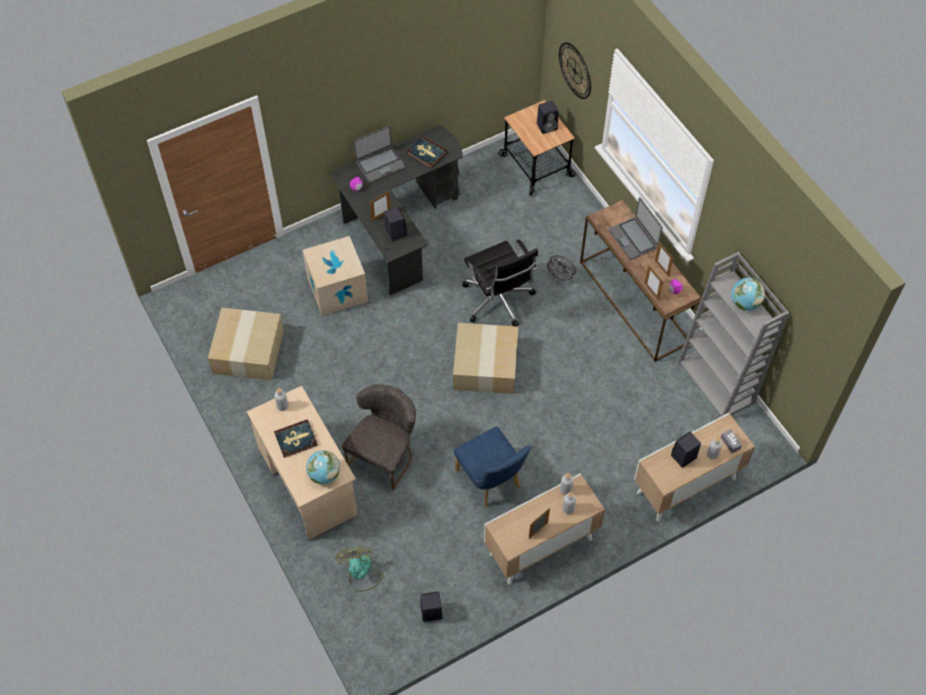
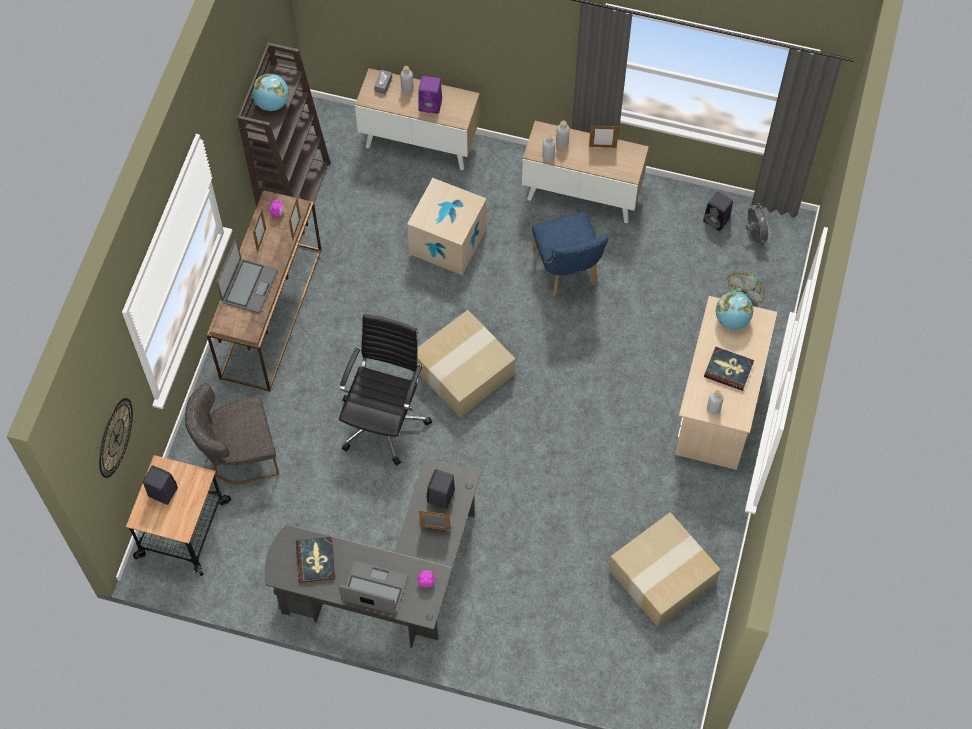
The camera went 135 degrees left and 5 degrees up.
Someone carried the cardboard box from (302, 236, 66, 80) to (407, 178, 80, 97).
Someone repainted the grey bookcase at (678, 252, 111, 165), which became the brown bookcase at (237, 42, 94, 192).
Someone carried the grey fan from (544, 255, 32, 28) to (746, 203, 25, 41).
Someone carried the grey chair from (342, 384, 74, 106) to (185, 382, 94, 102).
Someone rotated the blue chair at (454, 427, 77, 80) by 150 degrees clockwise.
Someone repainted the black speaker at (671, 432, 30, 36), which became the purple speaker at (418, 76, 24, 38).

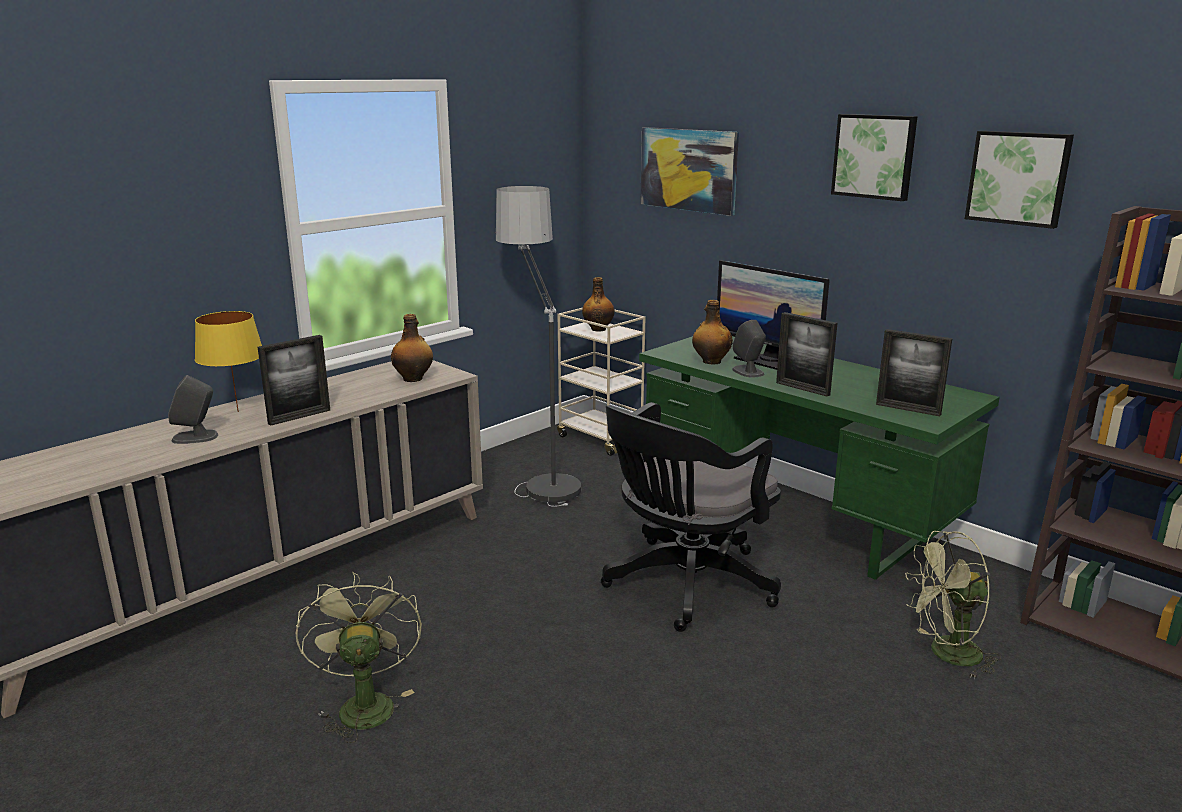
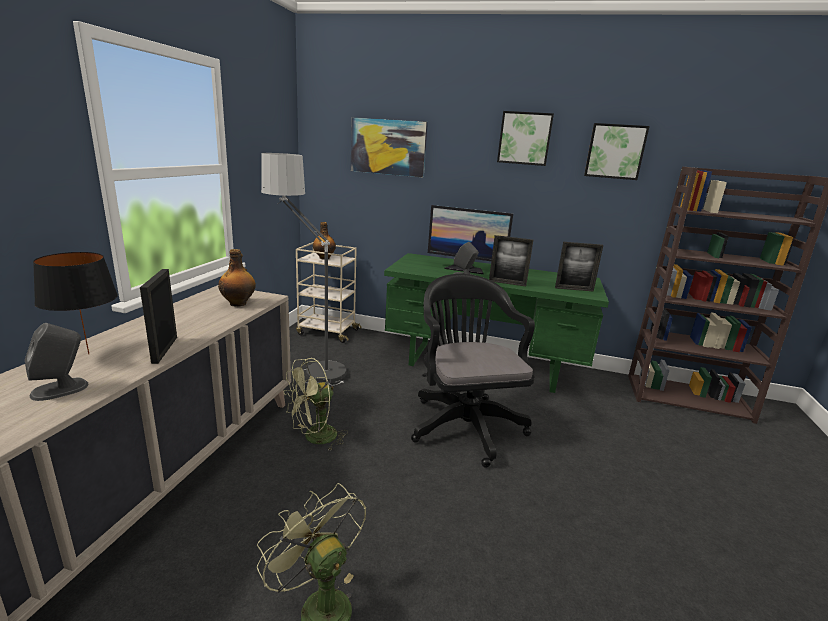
The camera went 30 degrees left and 0 degrees up.
Someone took away the bottle at (692, 300, 41, 65).
Someone repainted the yellow table lamp at (195, 311, 67, 101), which became the black table lamp at (33, 252, 85, 102).
Someone rotated the picture frame at (258, 335, 72, 91) by 150 degrees clockwise.
Someone rotated the black office chair at (601, 402, 180, 230) by 150 degrees clockwise.
Someone carried the green fan from (905, 531, 96, 148) to (283, 358, 65, 93).

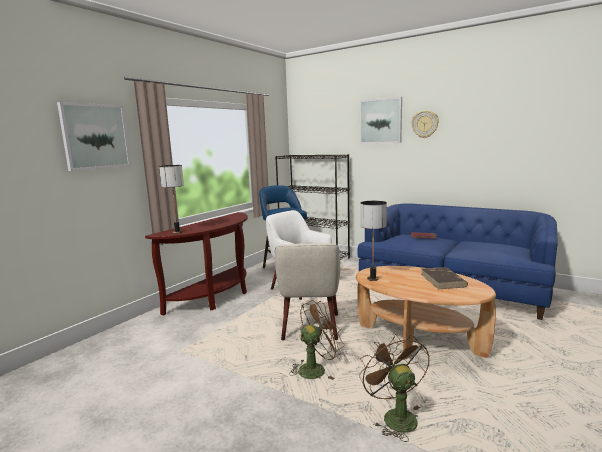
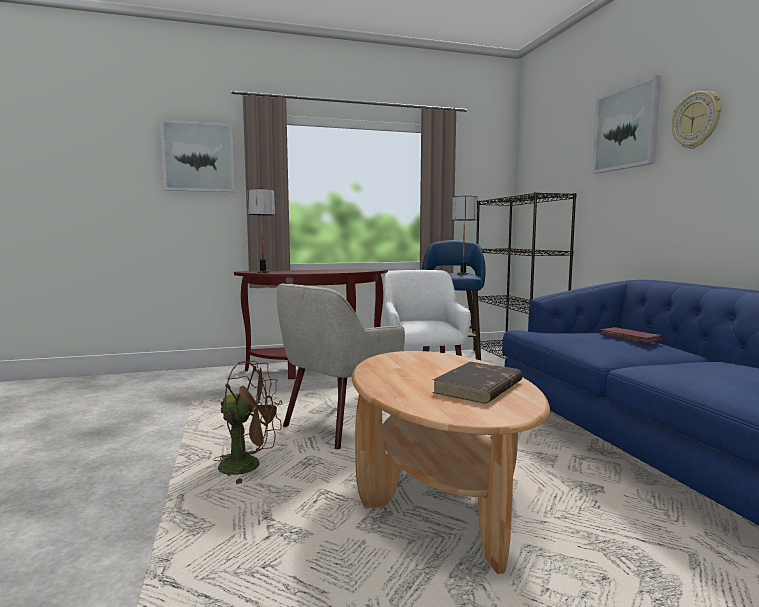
The camera went 40 degrees right and 5 degrees down.
Someone carried the table lamp from (360, 201, 27, 80) to (452, 196, 25, 78).
Someone took away the brown fan at (359, 333, 71, 109).

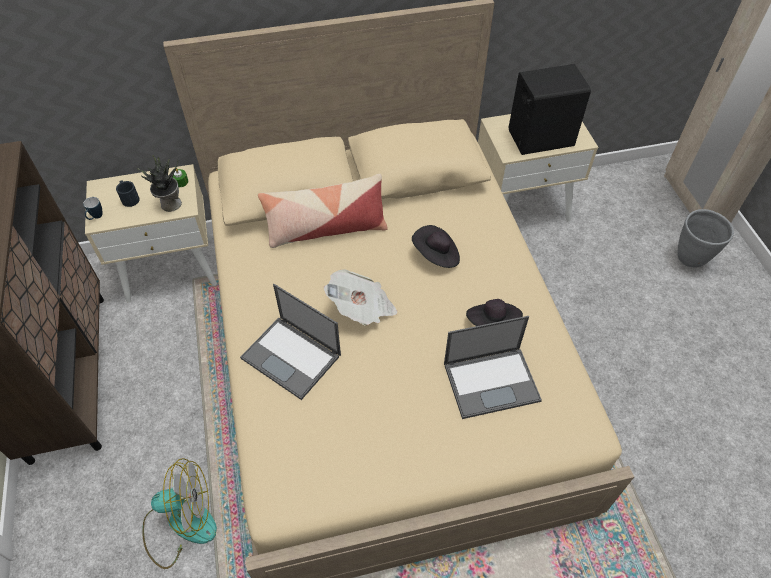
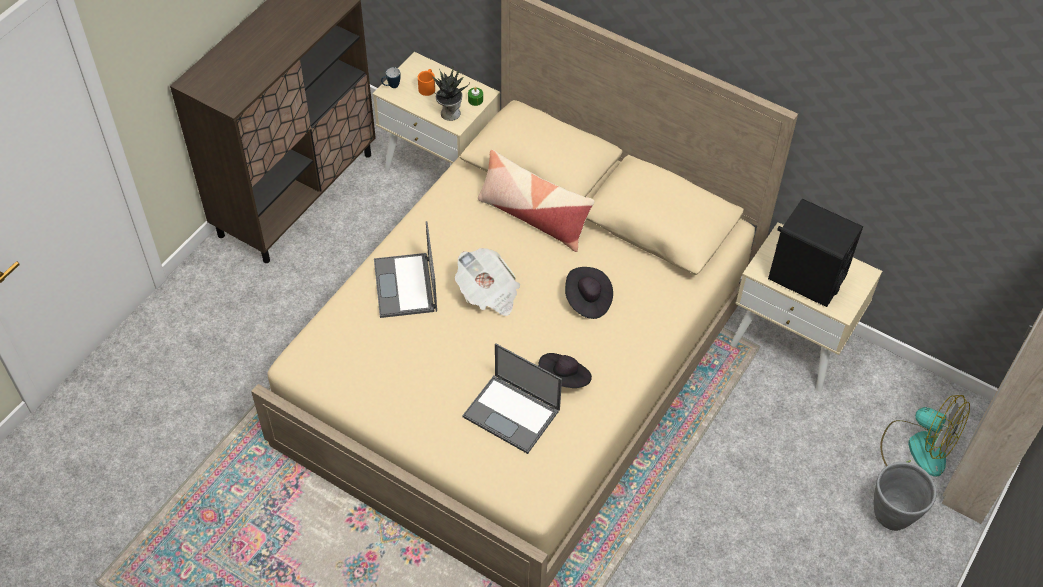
The camera went 45 degrees right and 0 degrees up.
Someone repainted the black mug at (116, 180, 24, 27), which became the orange mug at (418, 69, 17, 27).
Someone carried the fan from (142, 458, 75, 111) to (880, 395, 90, 82).

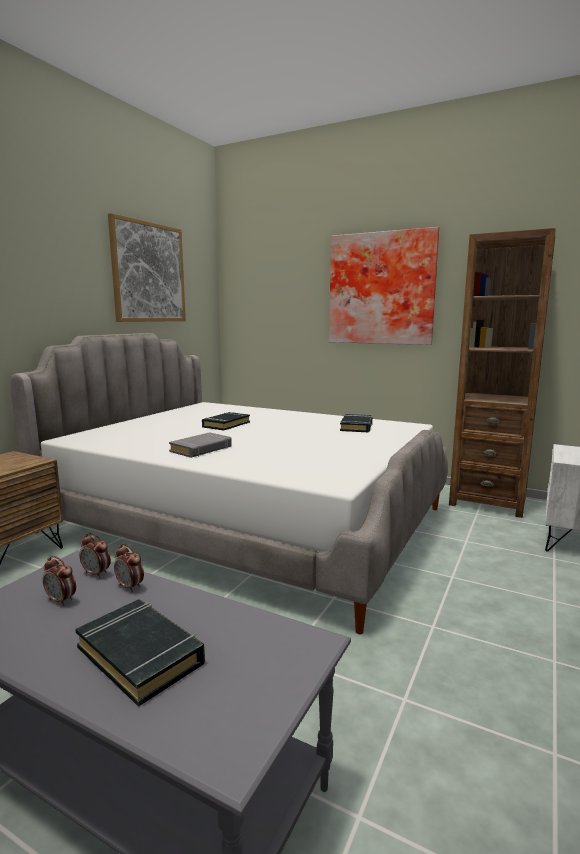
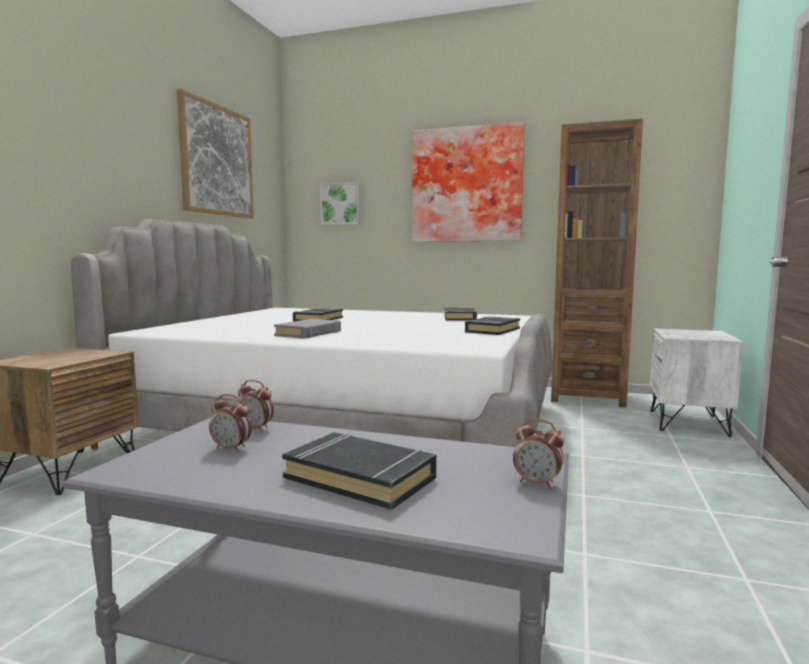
The camera went 10 degrees left and 5 degrees down.
Someone carried the alarm clock from (114, 544, 30, 48) to (513, 419, 51, 70).
Someone put up the picture at (320, 182, 40, 43).
Someone put down the black book at (465, 316, 55, 19).

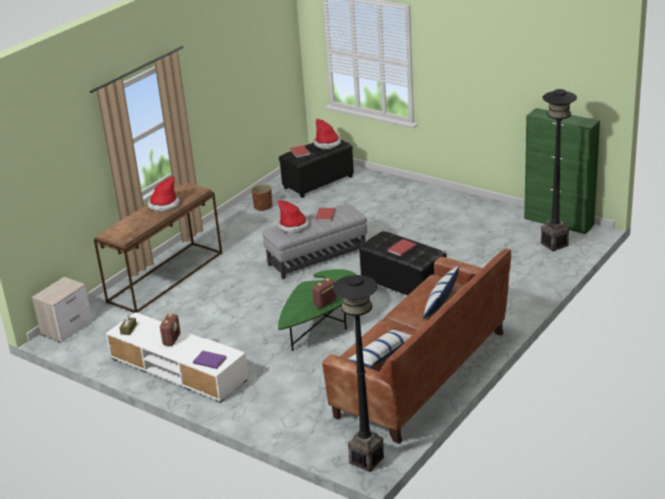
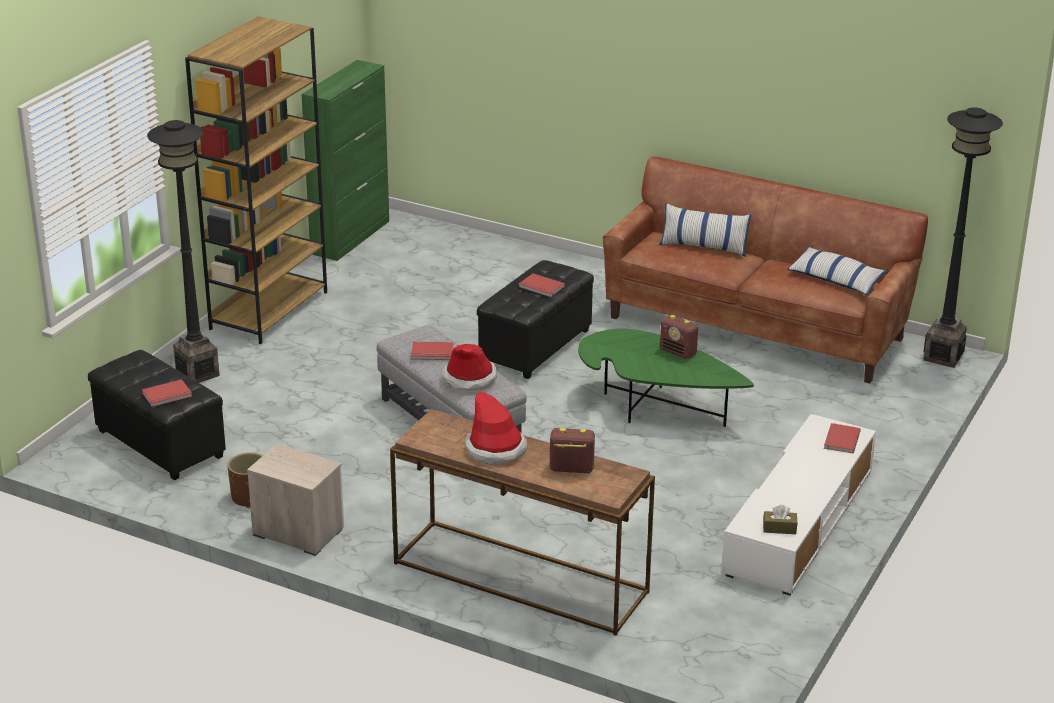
The camera went 100 degrees left and 0 degrees up.
Someone carried the black floor lamp from (541, 89, 36, 162) to (147, 120, 73, 263).
Someone took away the hat at (313, 119, 28, 30).
Someone carried the nightstand from (32, 277, 60, 66) to (247, 444, 97, 112).
Someone carried the radio from (159, 314, 22, 32) to (550, 428, 45, 45).
Someone repainted the purple book at (193, 351, 34, 18), which became the red book at (824, 423, 37, 30).
Someone put down the brown bookcase at (185, 16, 142, 328).

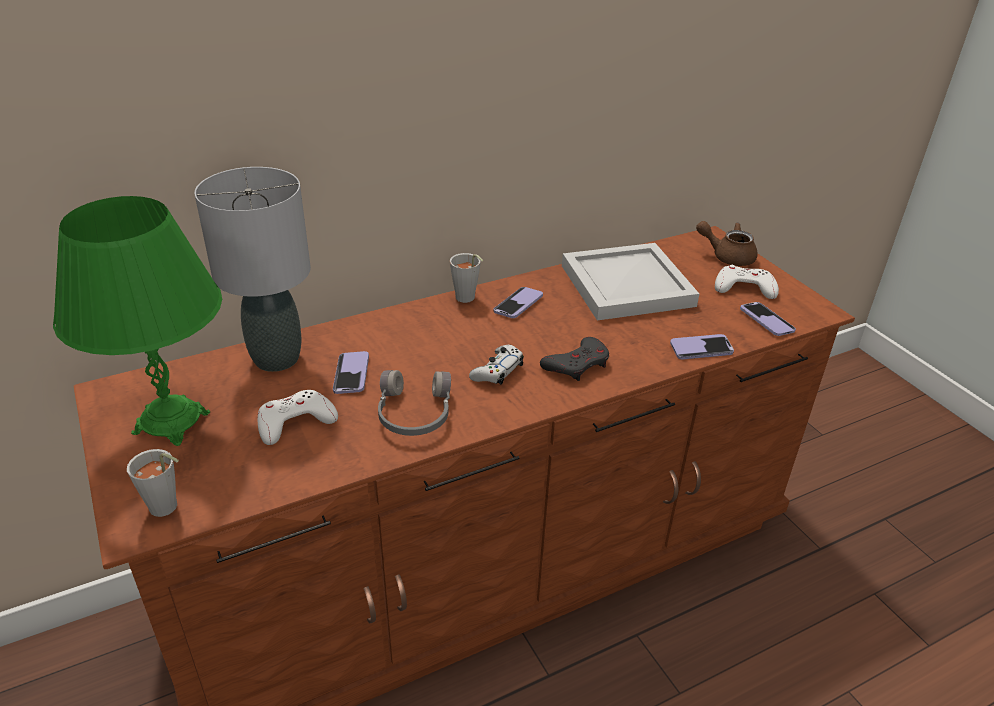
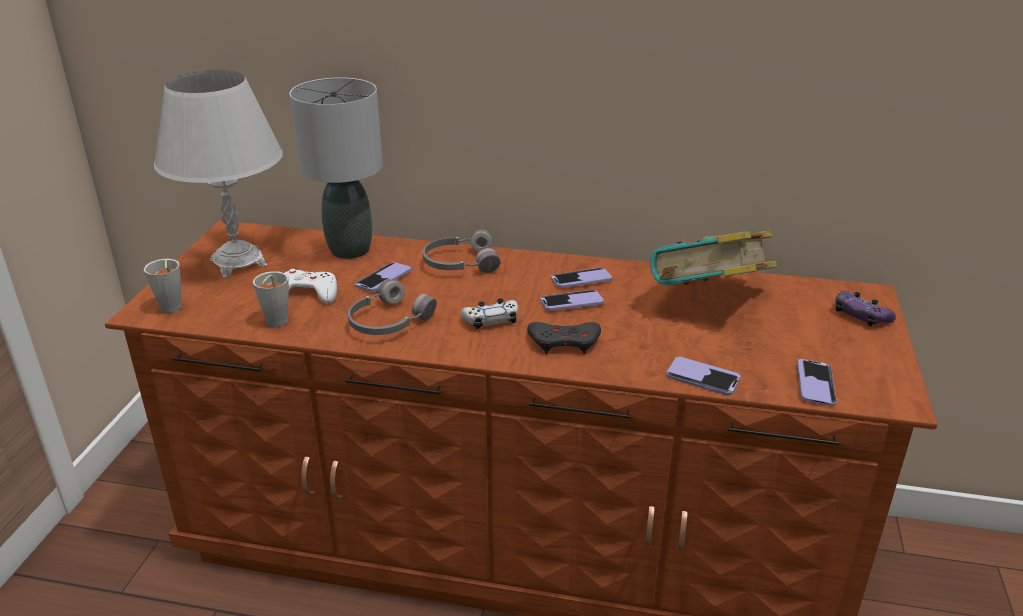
The camera went 40 degrees right and 5 degrees down.
Someone repainted the green table lamp at (53, 196, 169, 250), which became the white table lamp at (154, 70, 129, 208).
Someone swapped the brown teapot at (696, 221, 62, 45) for the purple game controller at (835, 291, 61, 36).
Someone swapped the white tray at (562, 243, 137, 78) for the book at (650, 231, 127, 55).
Someone carried the grey cup from (450, 253, 33, 50) to (253, 271, 36, 56).
Someone took away the white game controller at (715, 265, 64, 34).
Someone put down the grey headphones at (423, 229, 78, 44).
Someone put down the phone at (540, 290, 64, 21).

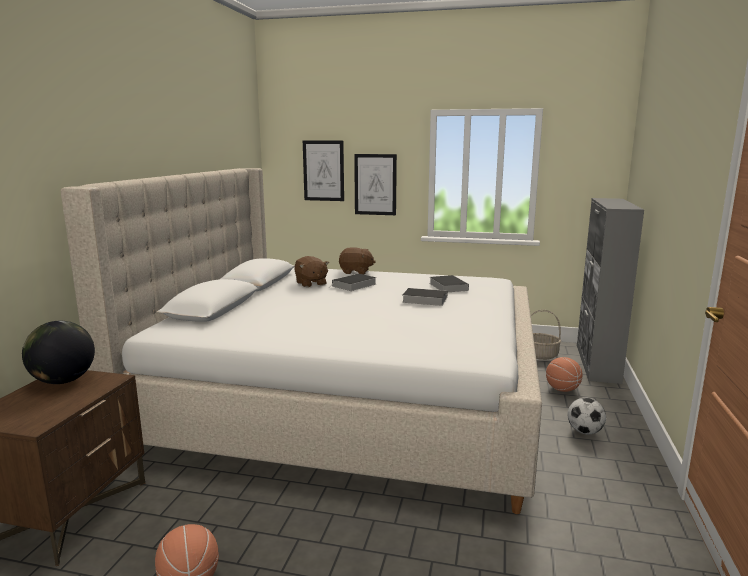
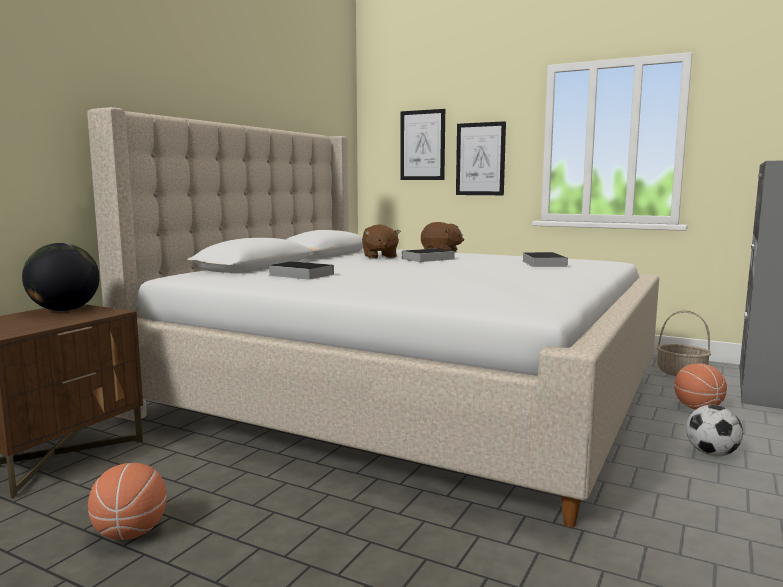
The camera went 15 degrees right and 5 degrees down.
Someone carried the book from (401, 288, 47, 18) to (268, 261, 66, 19).

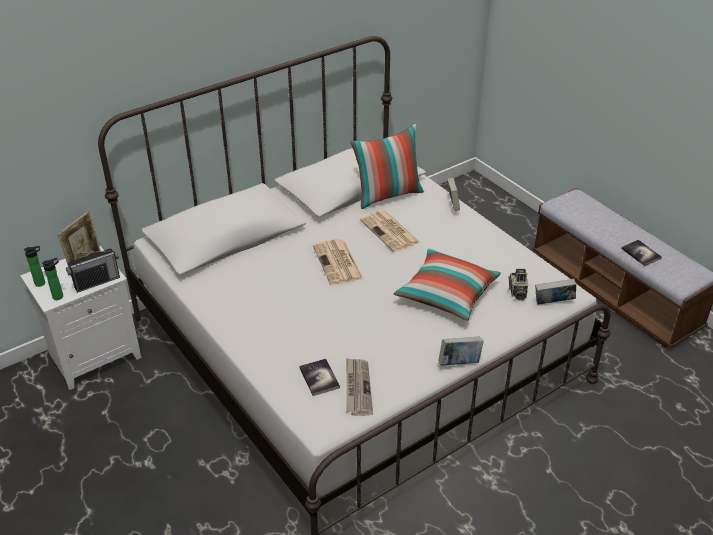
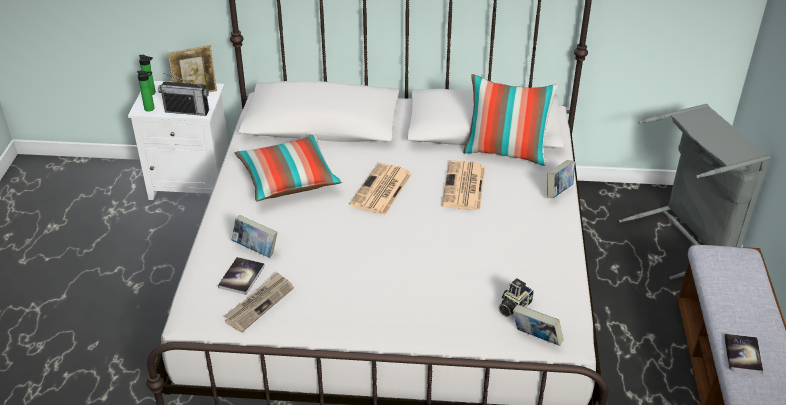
The camera went 40 degrees right and 0 degrees up.
Someone carried the pillow from (394, 248, 107, 73) to (235, 134, 107, 68).
Someone carried the book from (438, 337, 46, 29) to (232, 215, 46, 43).
Someone put down the grey laundry basket at (618, 104, 152, 176).

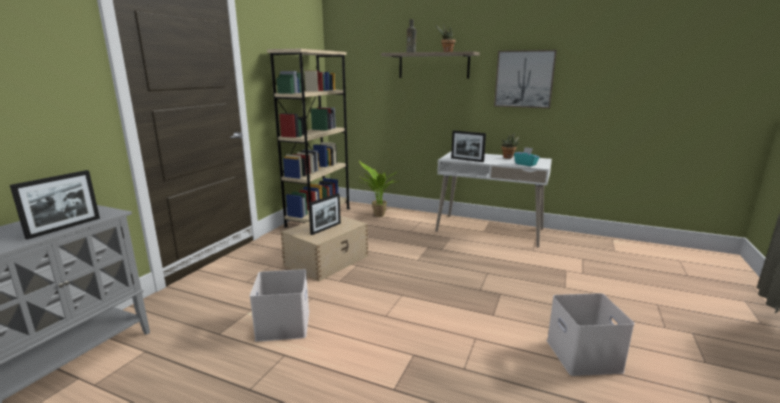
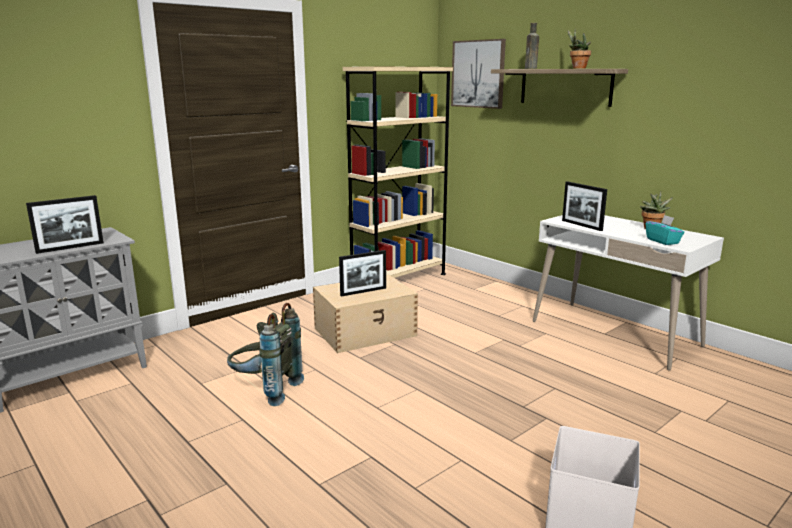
The camera went 25 degrees right and 0 degrees up.
Someone carried the picture from (494, 50, 63, 58) to (451, 39, 55, 70).
Someone took away the potted plant at (358, 161, 42, 56).
Someone swapped the white storage box at (250, 269, 59, 73) for the grey backpack at (227, 303, 77, 103).

